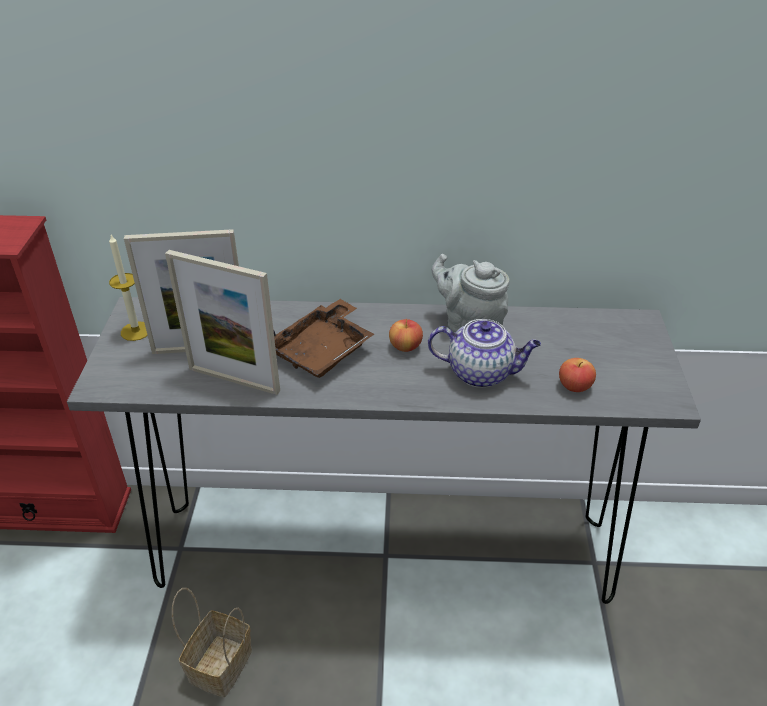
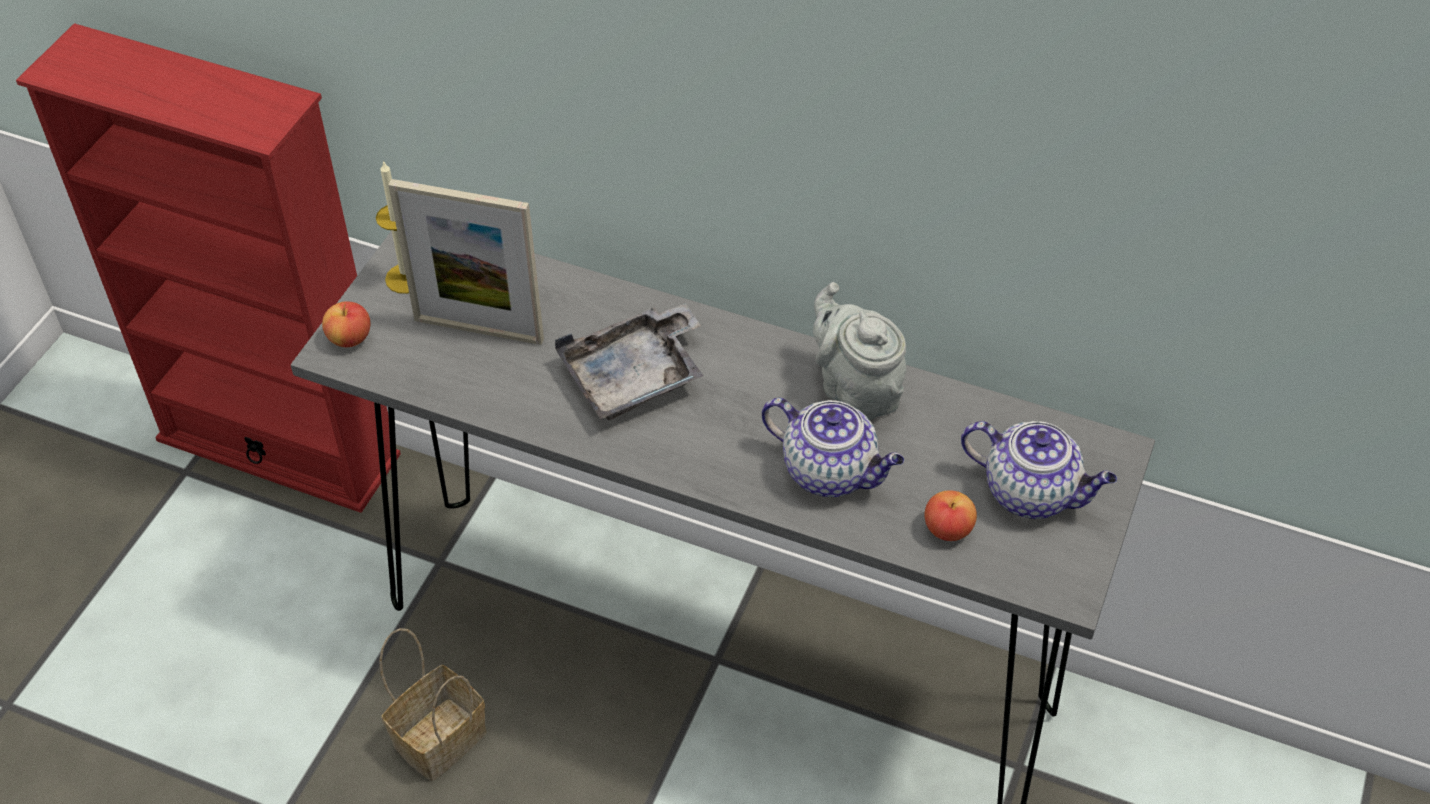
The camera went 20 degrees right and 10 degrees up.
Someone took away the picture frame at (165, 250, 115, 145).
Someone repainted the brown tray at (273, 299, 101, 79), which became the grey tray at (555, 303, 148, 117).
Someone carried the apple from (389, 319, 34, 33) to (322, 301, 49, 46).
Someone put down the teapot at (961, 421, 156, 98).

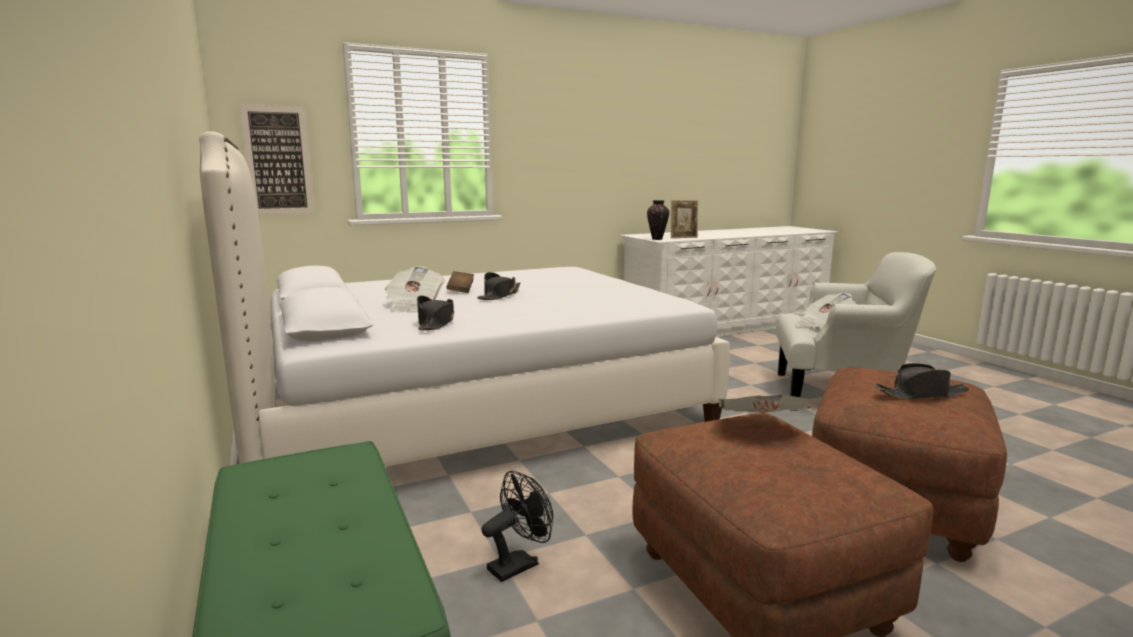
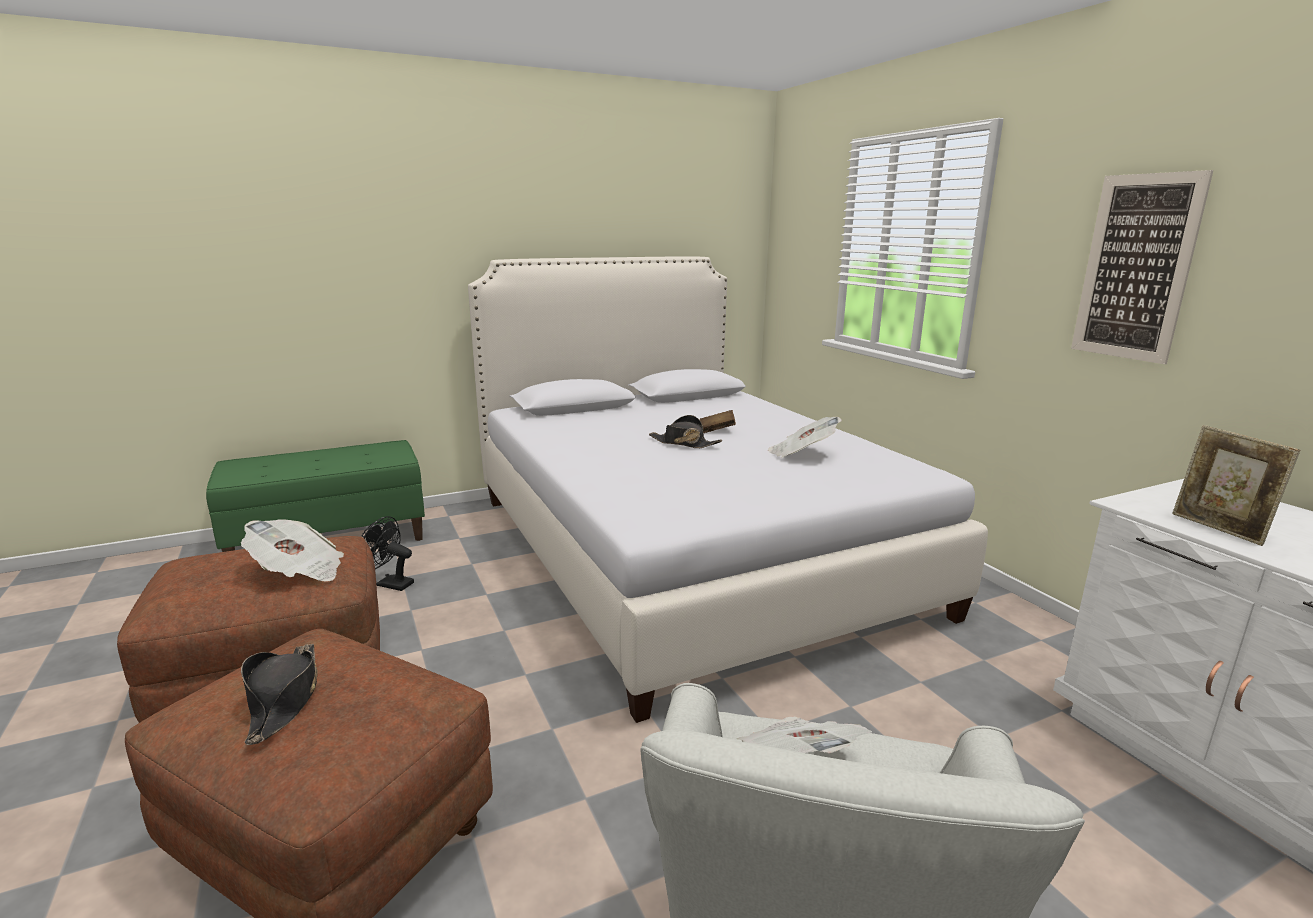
The camera went 90 degrees right and 5 degrees up.
Someone carried the picture from (239, 104, 76, 111) to (1071, 170, 143, 194).
Someone took away the vase at (647, 200, 22, 40).
Someone carried the newspaper from (385, 266, 60, 46) to (768, 417, 74, 41).
Someone took away the black hat at (417, 296, 37, 34).
Someone rotated the black fan at (482, 471, 71, 111) by 150 degrees clockwise.

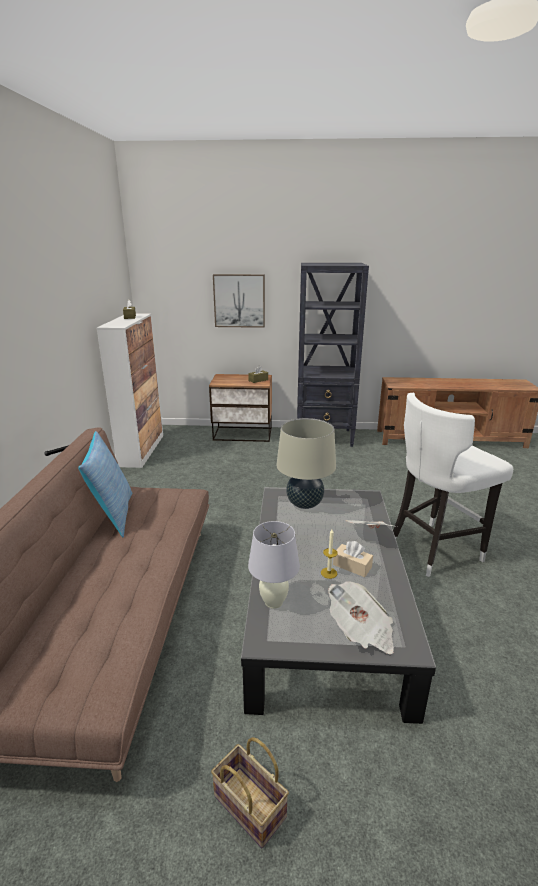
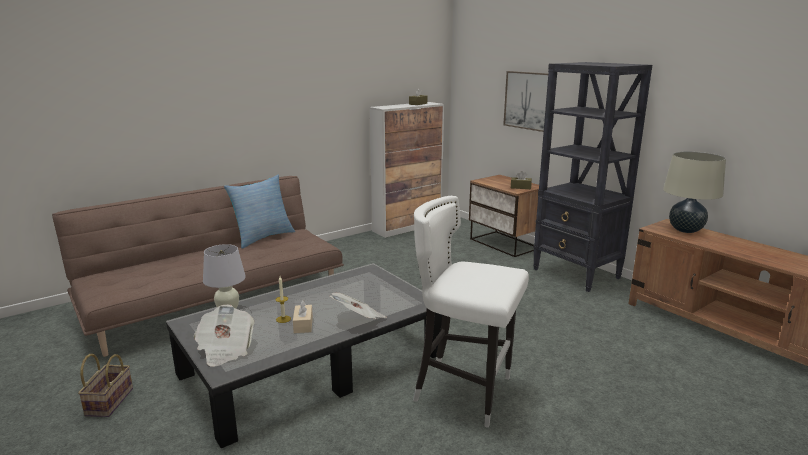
The camera went 50 degrees right and 5 degrees down.
Someone carried the beige table lamp from (276, 418, 60, 91) to (663, 151, 63, 82).

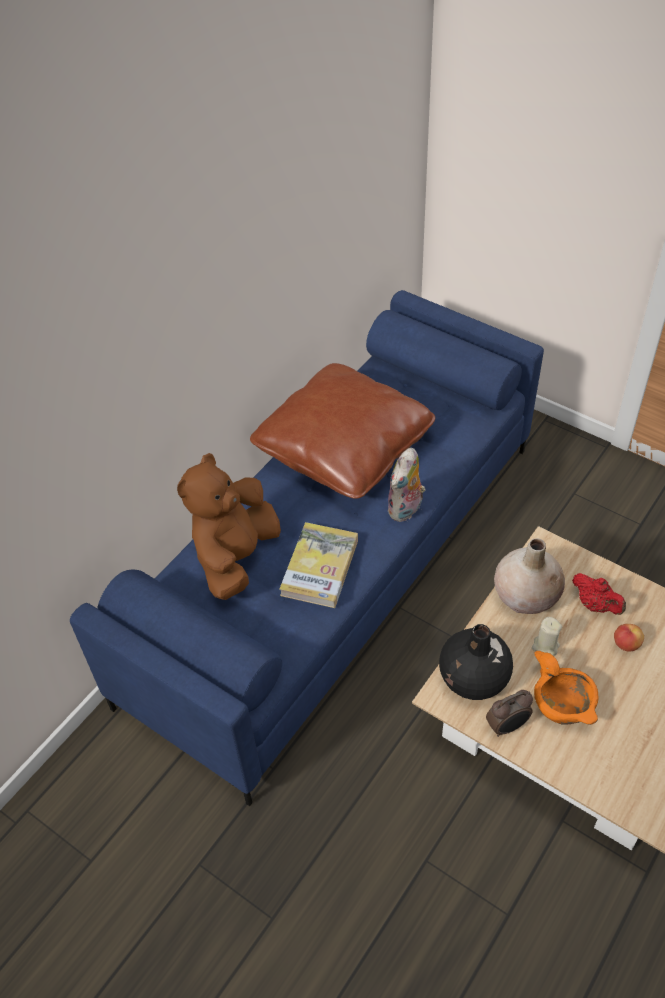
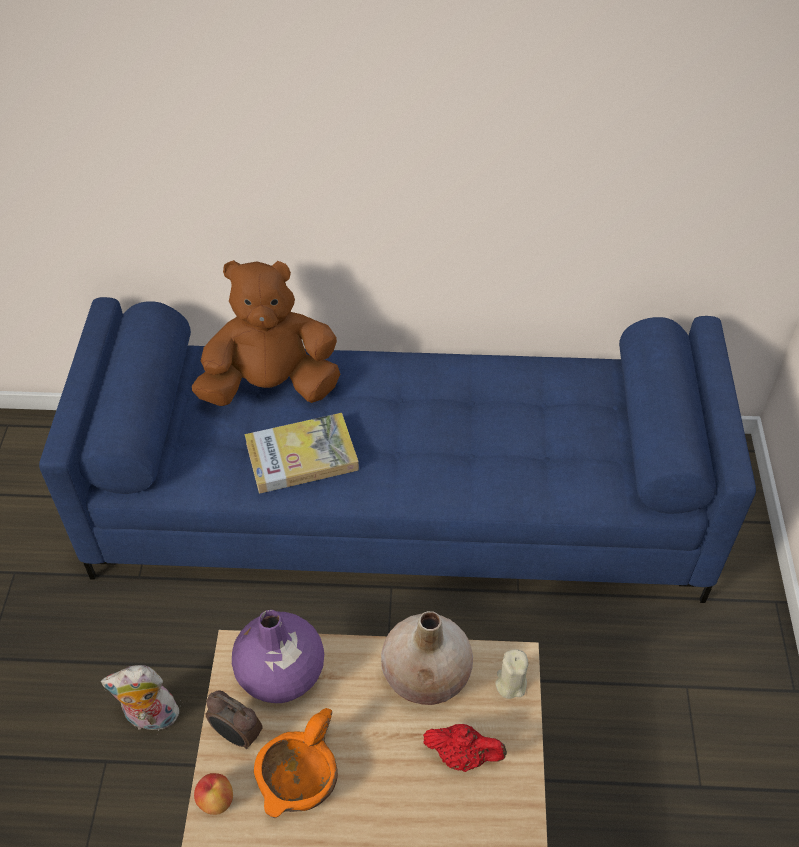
The camera went 55 degrees right and 0 degrees up.
Someone took away the brown pillow at (250, 363, 185, 136).
Someone carried the plush toy from (387, 448, 38, 74) to (101, 665, 78, 66).
Someone rotated the red teapot at (572, 573, 54, 42) by 90 degrees counterclockwise.
Someone carried the beige candle from (532, 617, 30, 39) to (495, 649, 33, 50).
Someone repainted the black vase at (439, 624, 74, 76), which became the purple vase at (232, 610, 92, 93).
Someone carried the apple from (614, 624, 30, 27) to (194, 773, 39, 42).

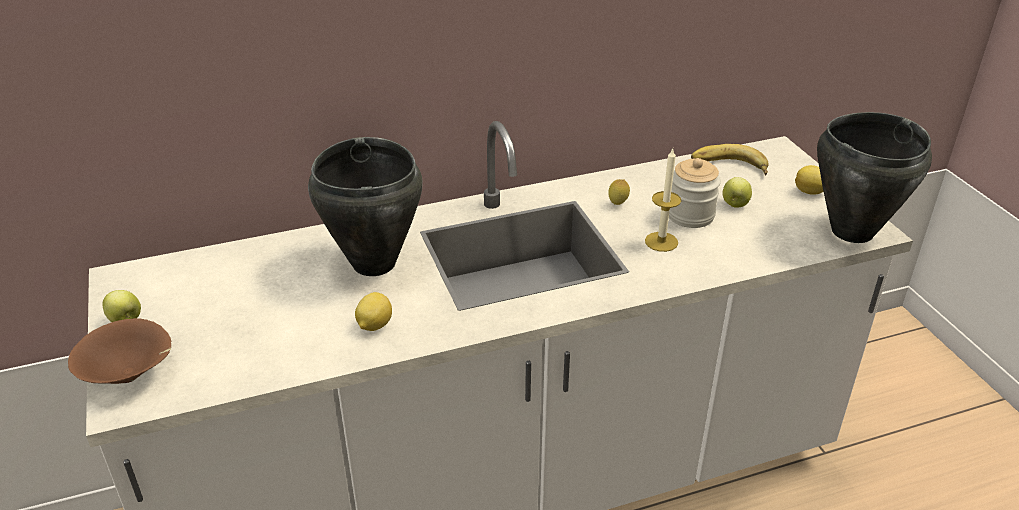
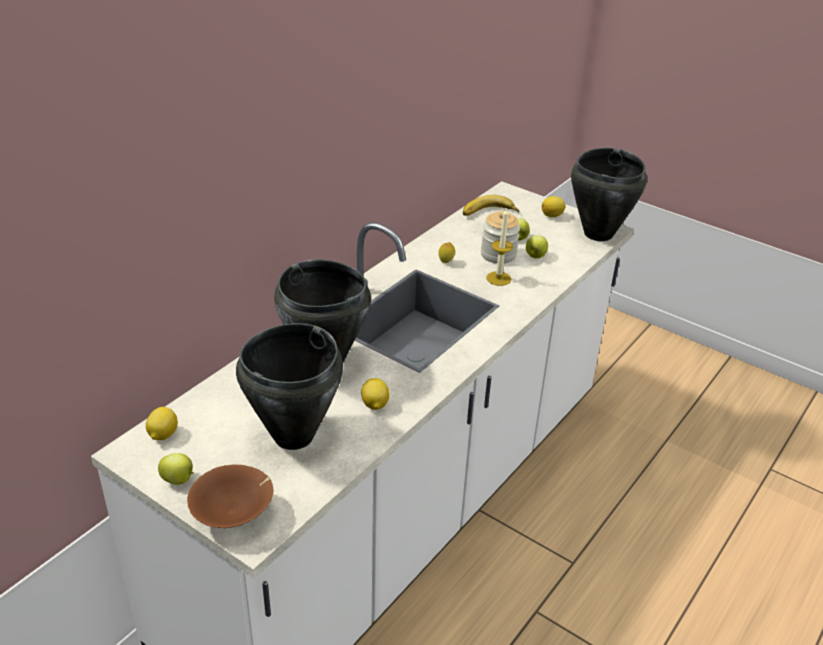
The camera went 35 degrees left and 0 degrees up.
Someone put down the apple at (526, 235, 22, 23).
Someone put down the black cooking pot at (236, 323, 107, 127).
Someone put down the lemon at (146, 407, 32, 33).

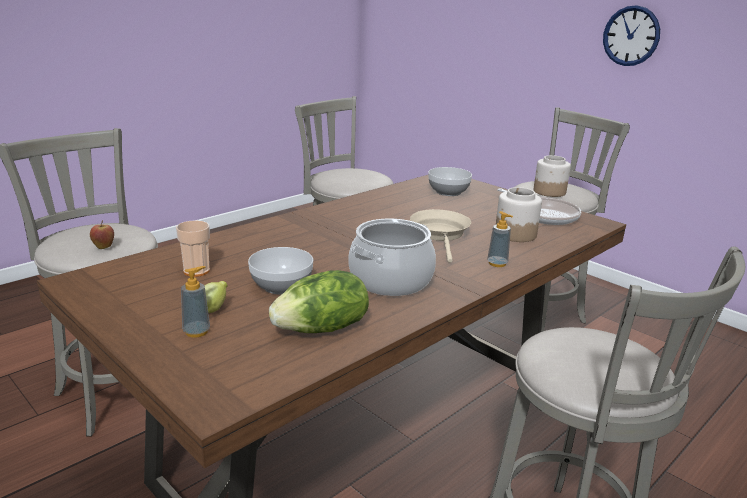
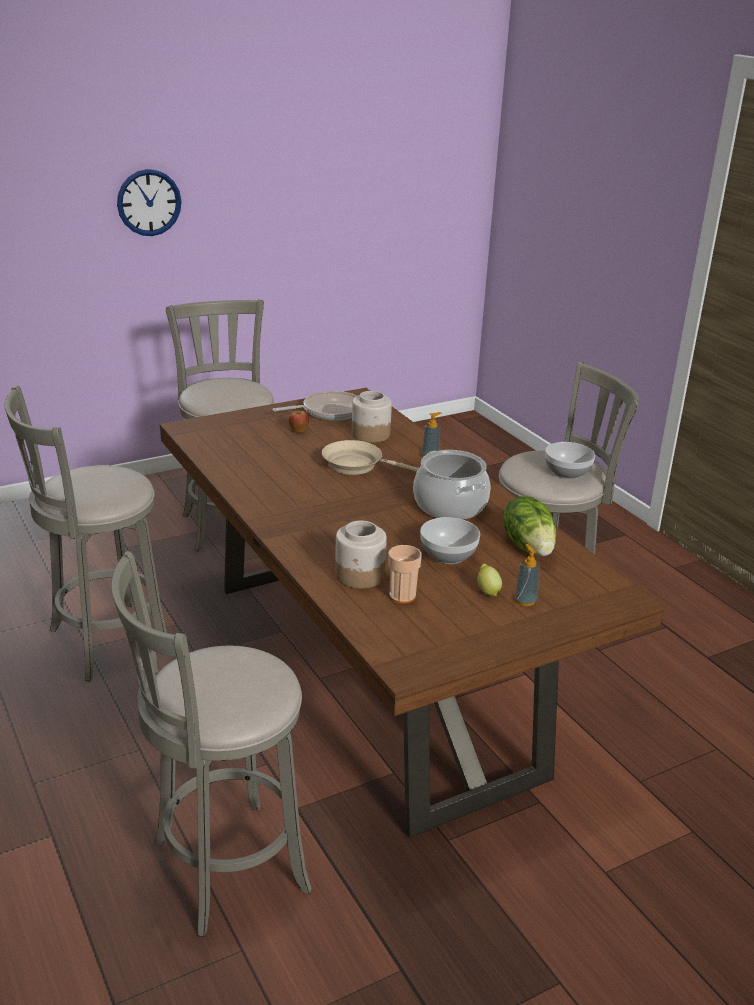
The camera went 75 degrees left and 5 degrees up.
Someone carried the jar from (534, 155, 37, 42) to (335, 521, 52, 68).
Someone carried the bowl from (428, 167, 44, 29) to (545, 442, 50, 37).
Someone carried the apple from (90, 220, 24, 29) to (289, 408, 20, 25).

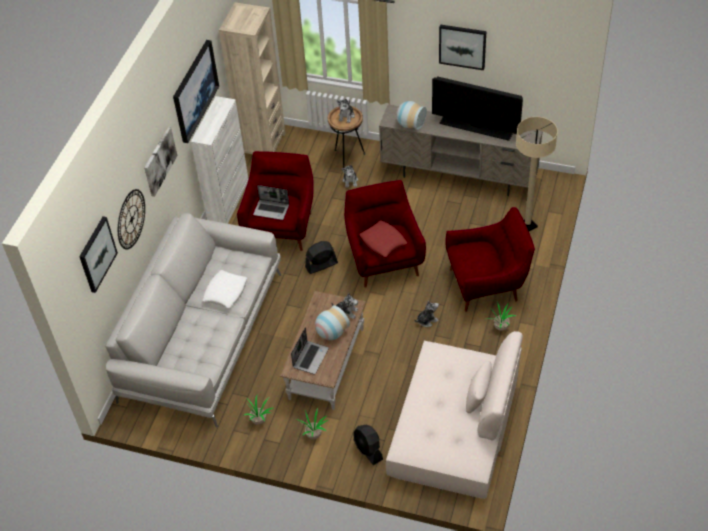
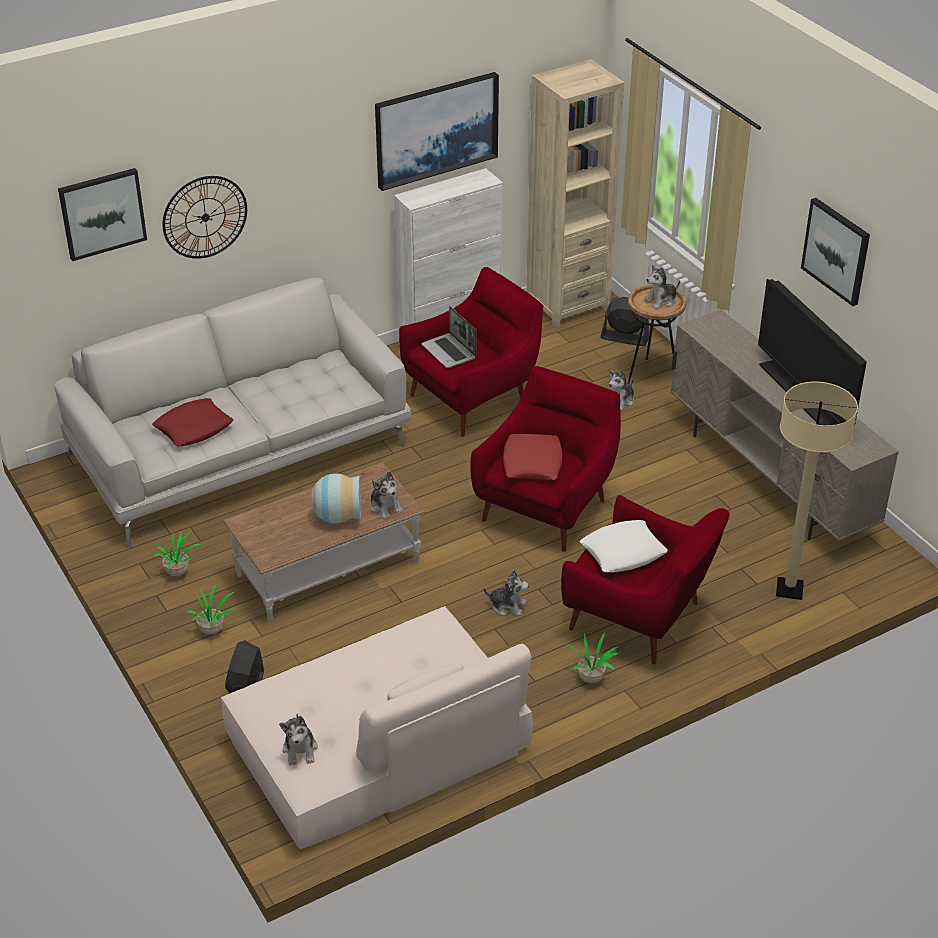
The camera went 40 degrees right and 10 degrees down.
Someone took away the vase at (396, 101, 31, 29).
Someone took away the picture at (144, 127, 33, 70).
Someone carried the black fan from (305, 241, 33, 33) to (600, 297, 49, 49).
Someone carried the white pillow from (203, 270, 44, 38) to (580, 520, 88, 52).
Someone took away the laptop at (291, 327, 38, 47).
Someone put down the red pillow at (152, 398, 82, 48).
Someone put down the plush toy at (279, 714, 39, 52).

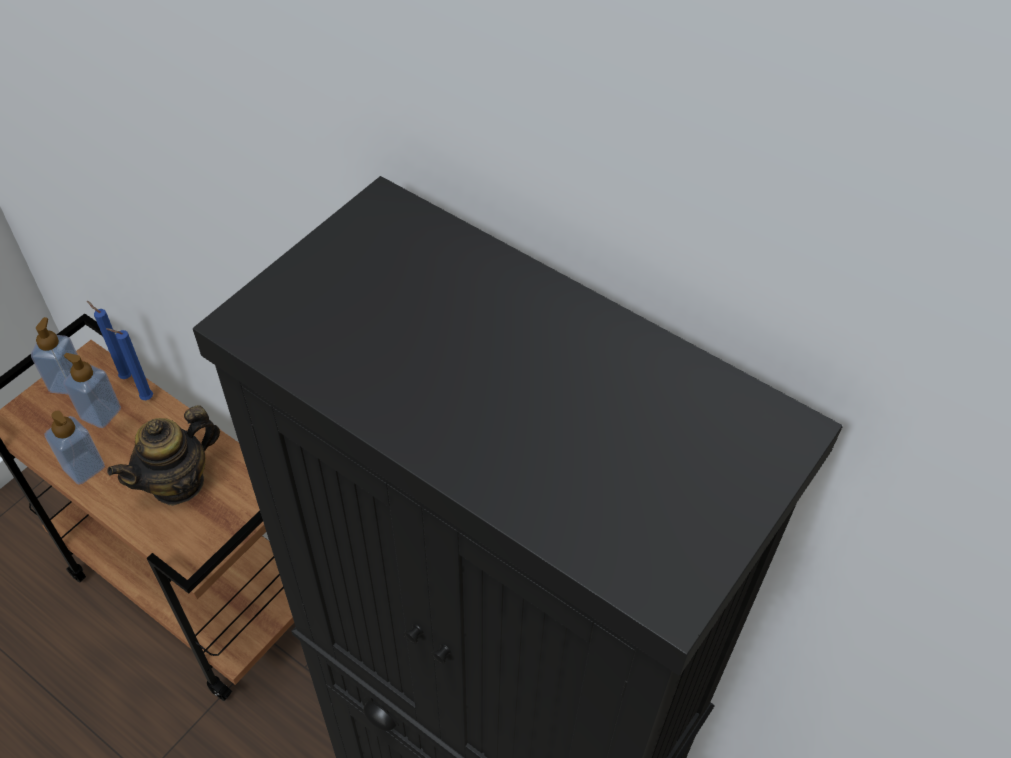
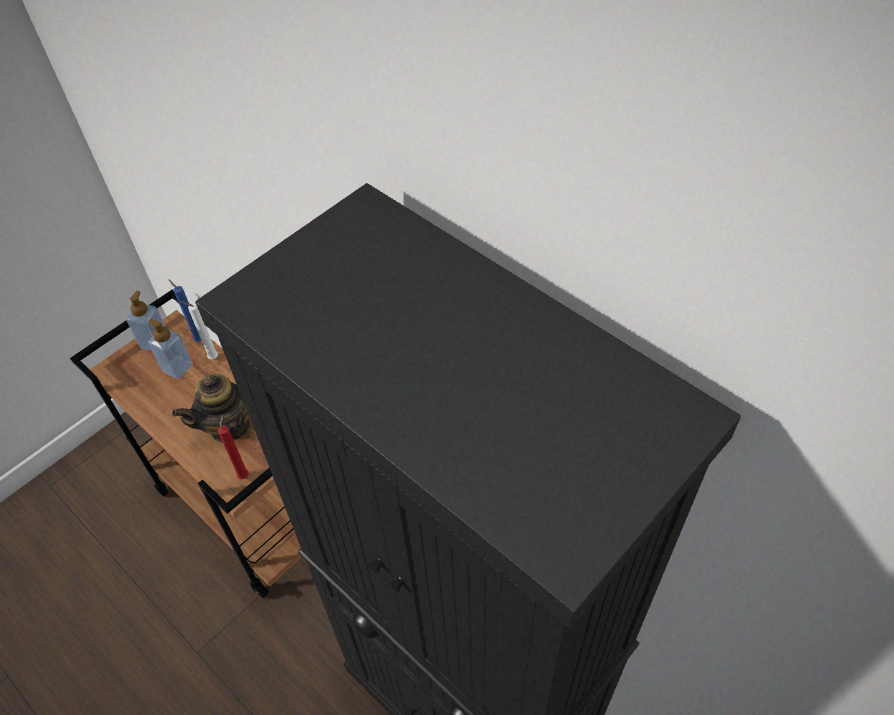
The camera went 10 degrees right and 0 degrees up.
Someone repainted the blue candle at (106, 328, 47, 72), which became the white candle at (180, 301, 38, 58).
Someone took away the soap dispenser at (44, 410, 61, 75).
Someone put down the red candle at (218, 415, 31, 64).

